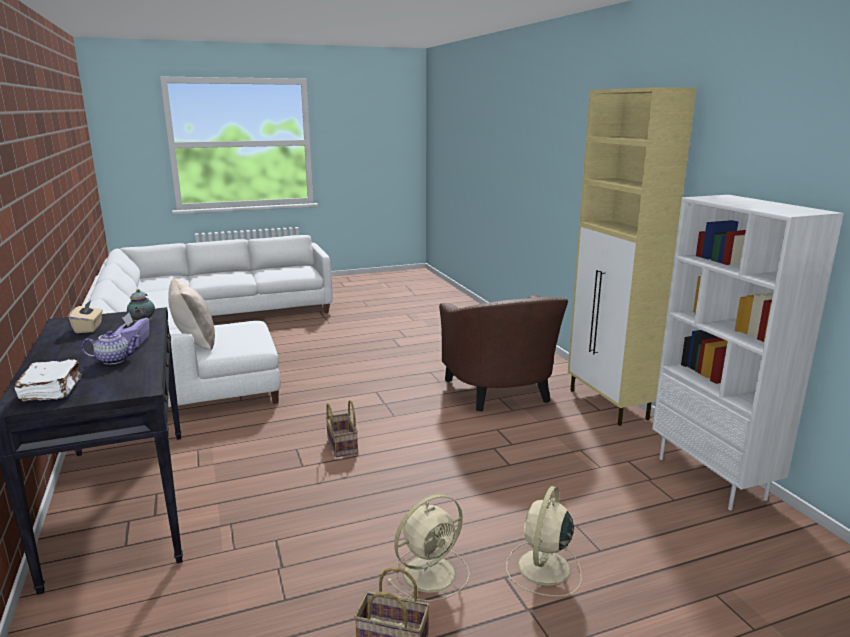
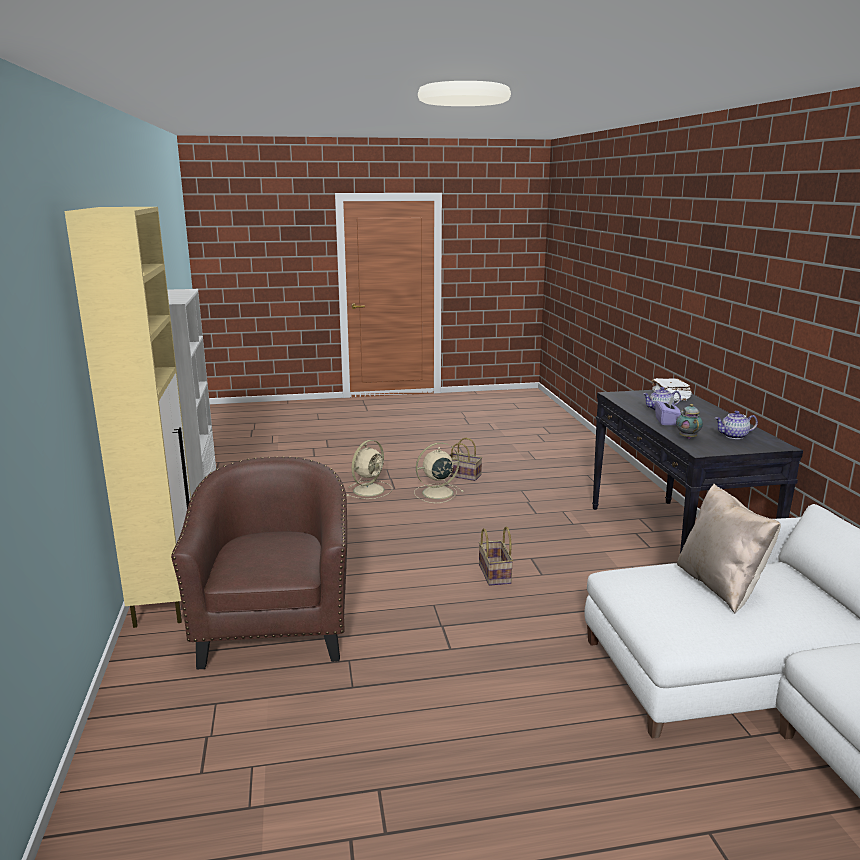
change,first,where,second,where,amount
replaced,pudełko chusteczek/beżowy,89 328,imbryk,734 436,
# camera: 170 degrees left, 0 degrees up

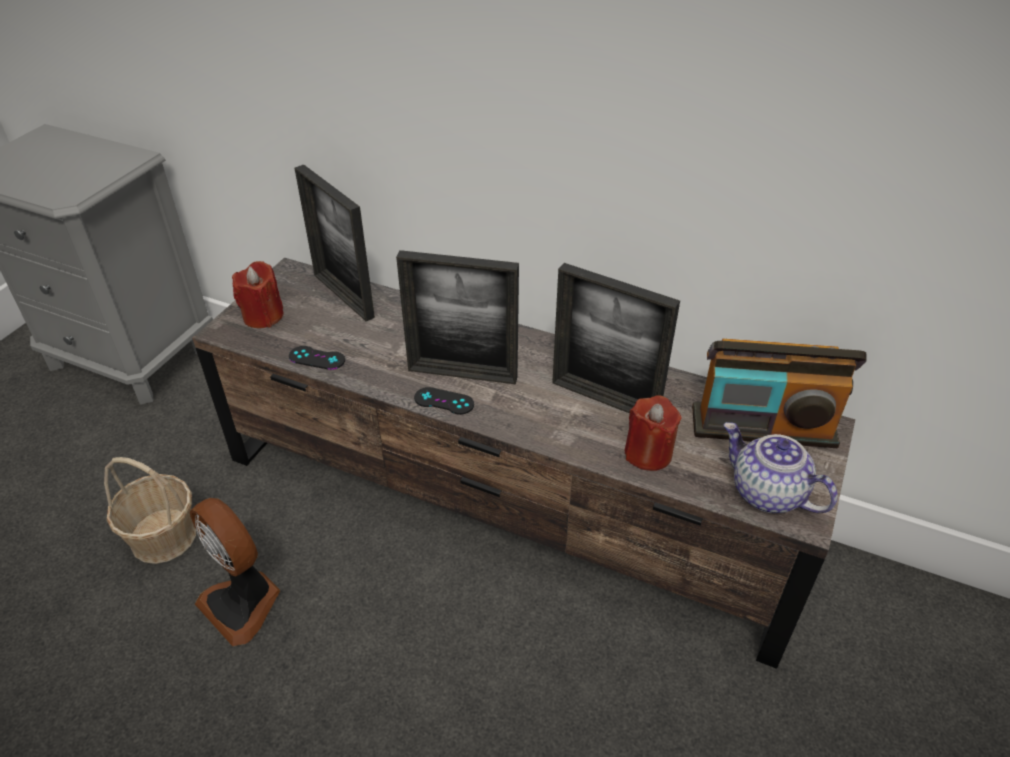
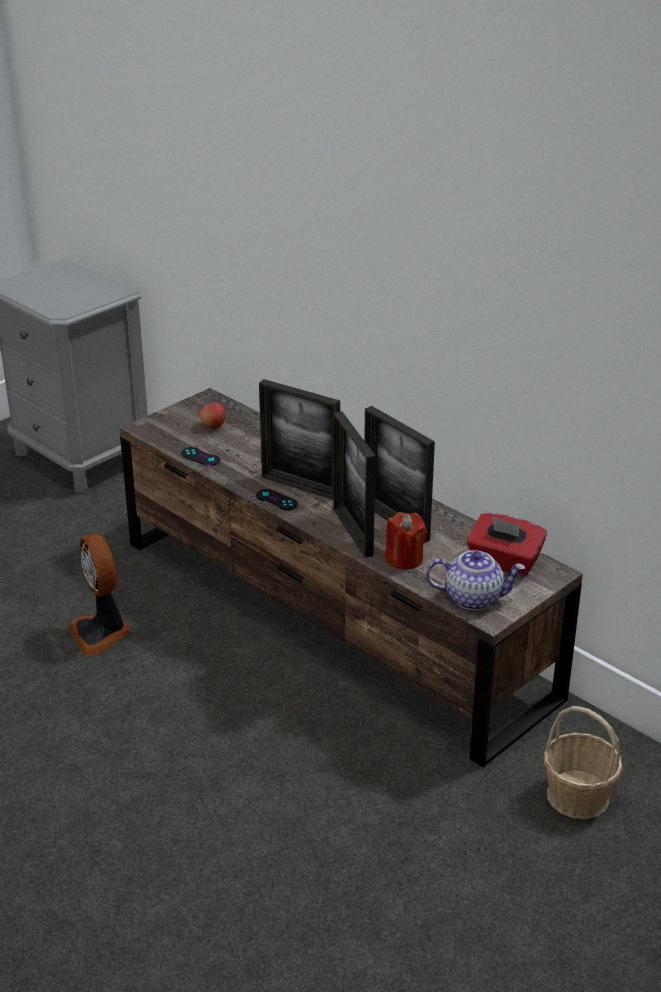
change,first,where,second,where,amount
removed,świeca/czerwony,263 316,,,
added,,,jabłko,213 426,
moved,koszyk,163 536,,577 795,
moved,ramka na zdjęcie,343 296,,352 532,
replaced,radio,763 427,pudełko chusteczek/czerwony,504 562,
turned,imbryk,766 493,,474 598,120 degrees clockwise
# camera: 20 degrees right, 10 degrees down

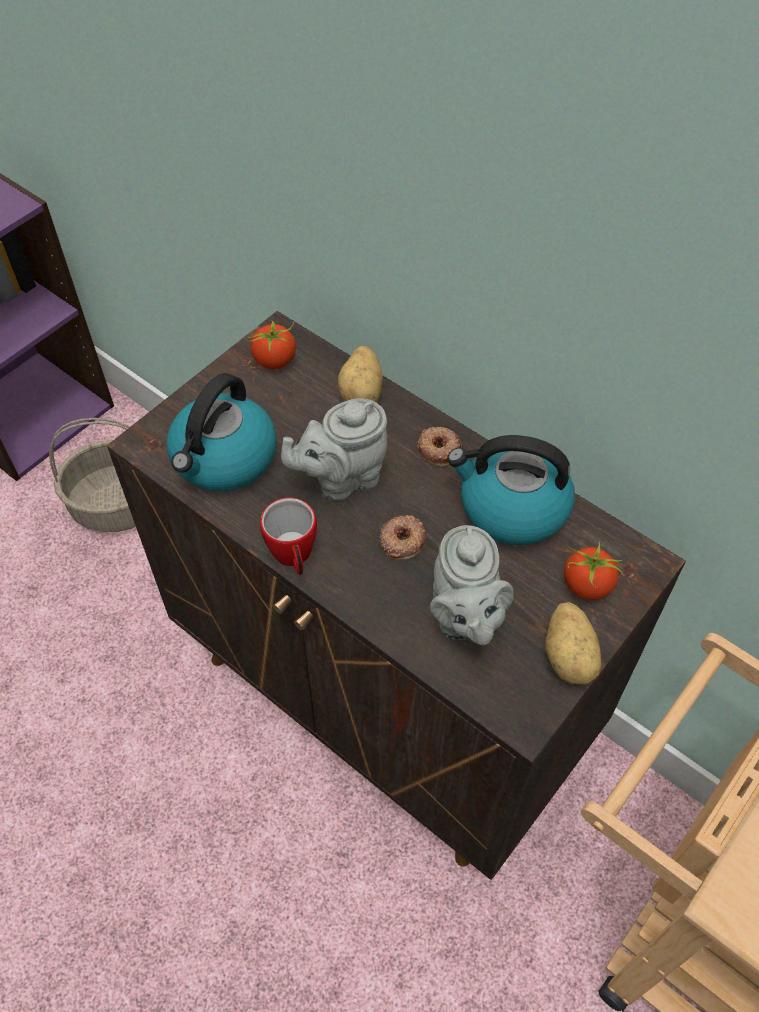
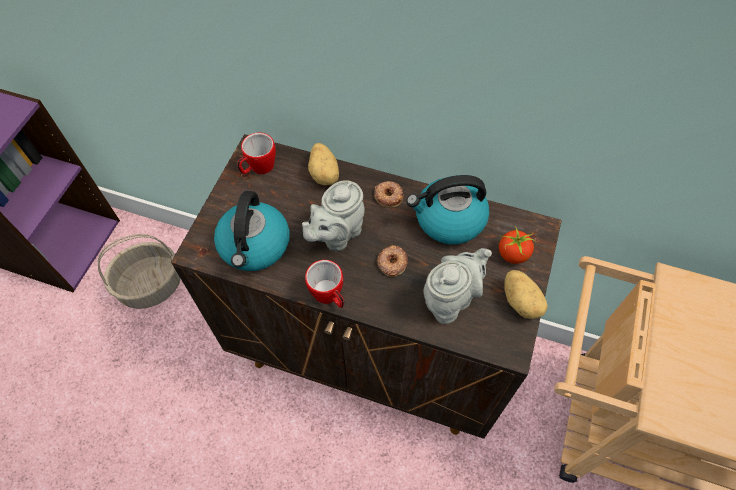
change,first,where,second,where,amount
replaced,pomidor,275 360,kubek,258 168,
turned,imbryk/szary,464 618,,451 299,105 degrees counterclockwise
# camera: 20 degrees left, 5 degrees up

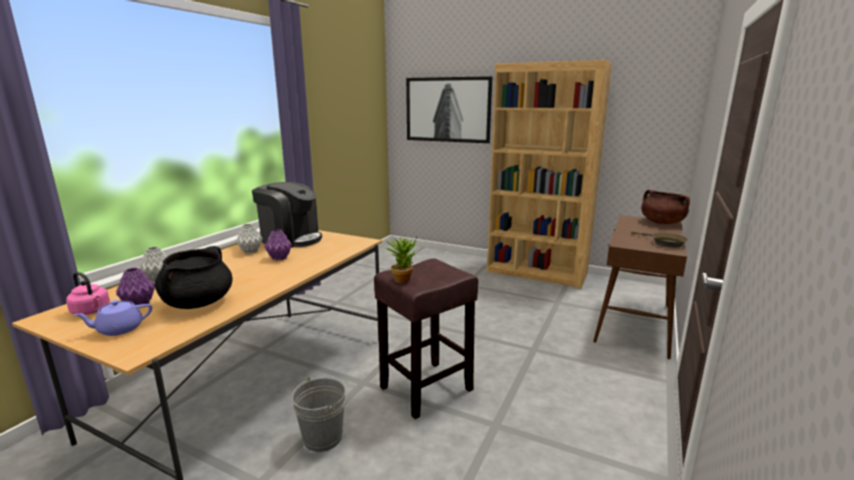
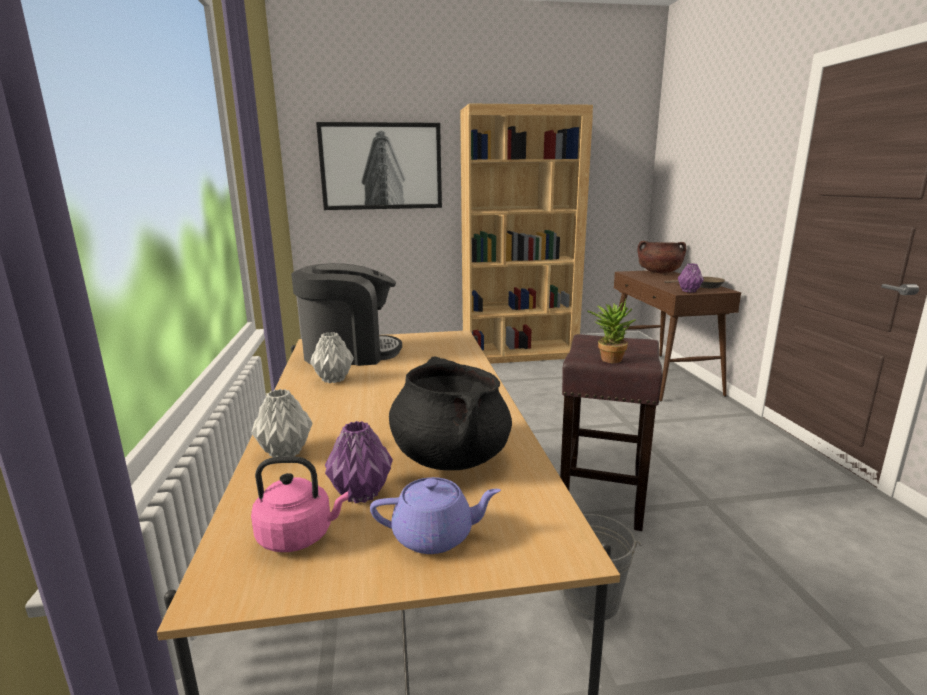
change,first,where,second,where,amount
moved,wazon/fioletowy,280 258,,689 291,
turned,imbryk/fioletowy,119 329,,435 536,120 degrees counterclockwise
# camera: 35 degrees left, 0 degrees up

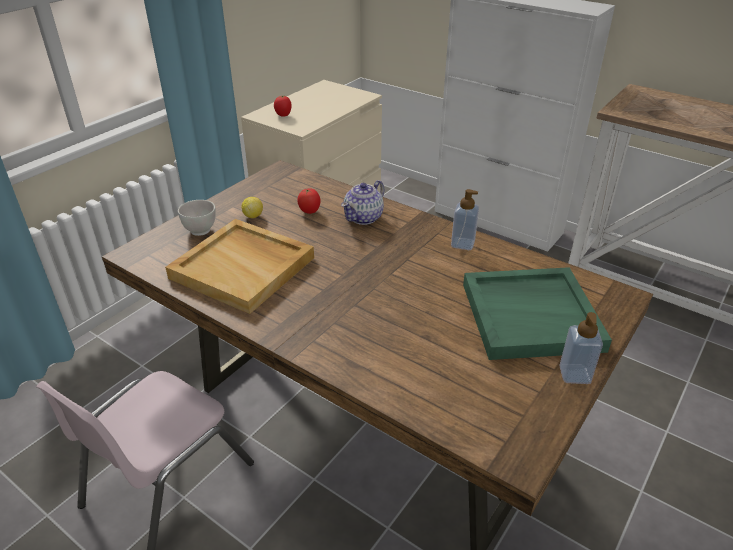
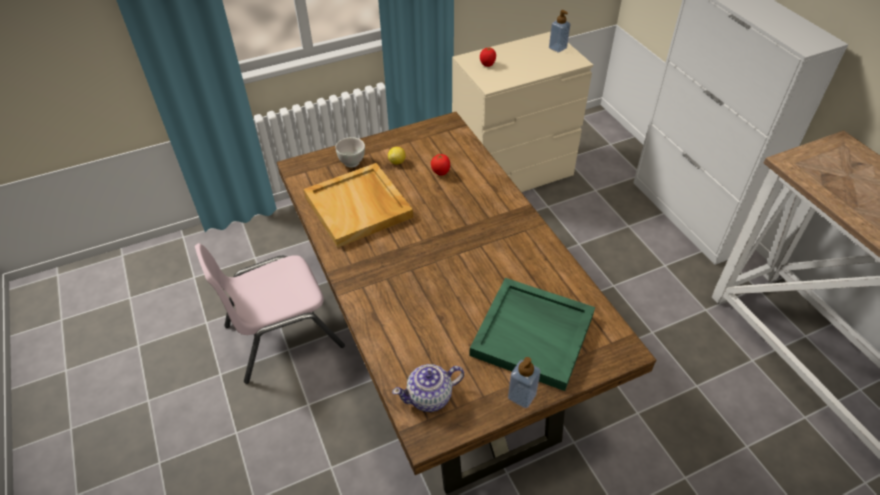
change,first,where,second,where,amount
moved,imbryk,364 217,,430 397,
moved,dozownik mydła,462 244,,557 48,
# camera: 30 degrees right, 10 degrees up

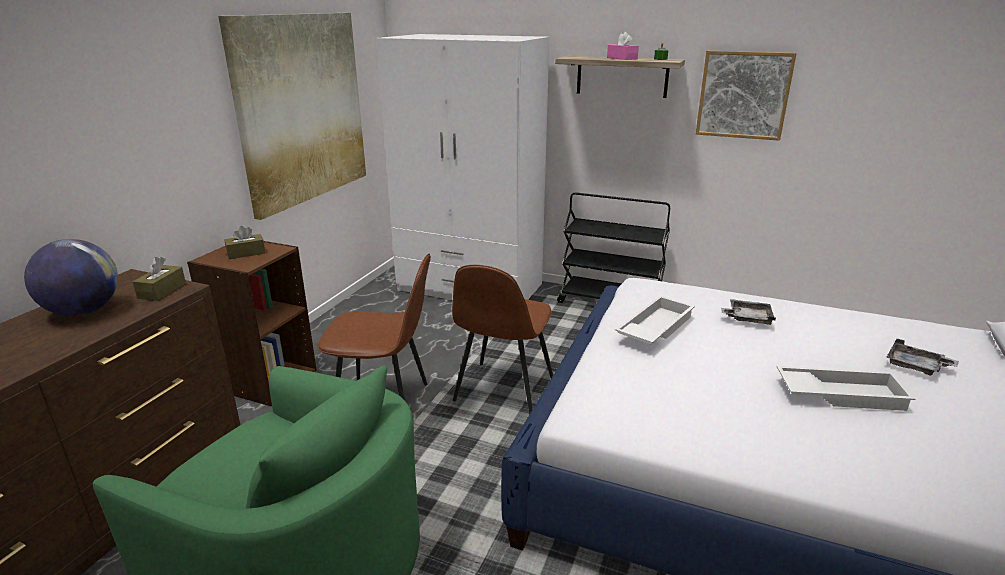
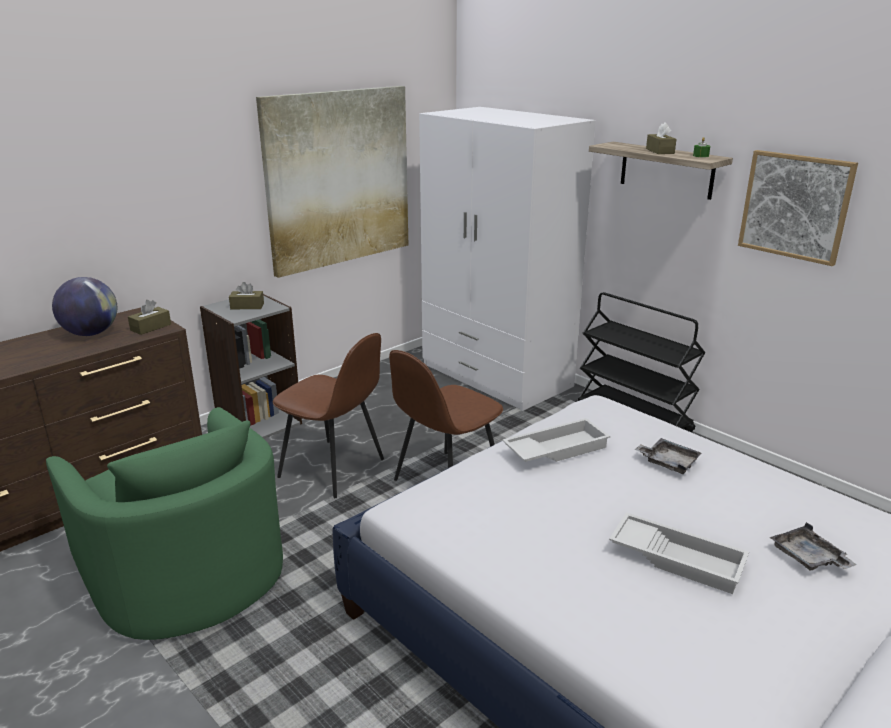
change,first,where,second,where,amount
recoloured,regał/brązowy,267 380,regał/szary,259 422,
recoloured,pudełko chusteczek/różowy,622 58,pudełko chusteczek/brązowy,660 151,
# camera: 25 degrees right, 0 degrees up

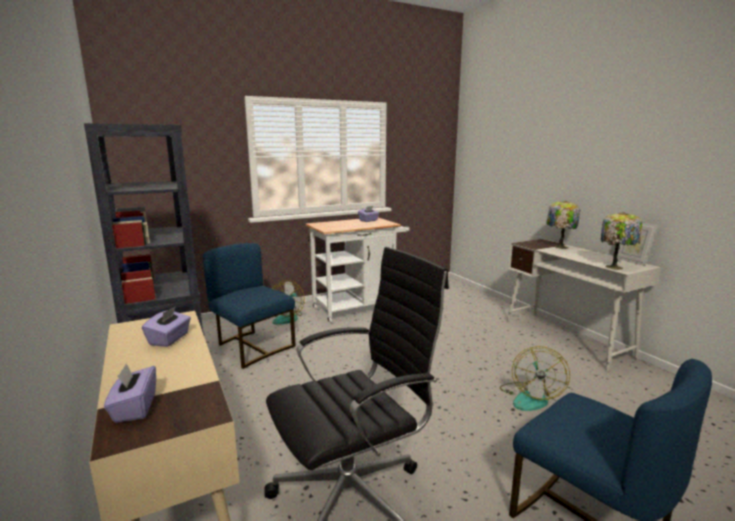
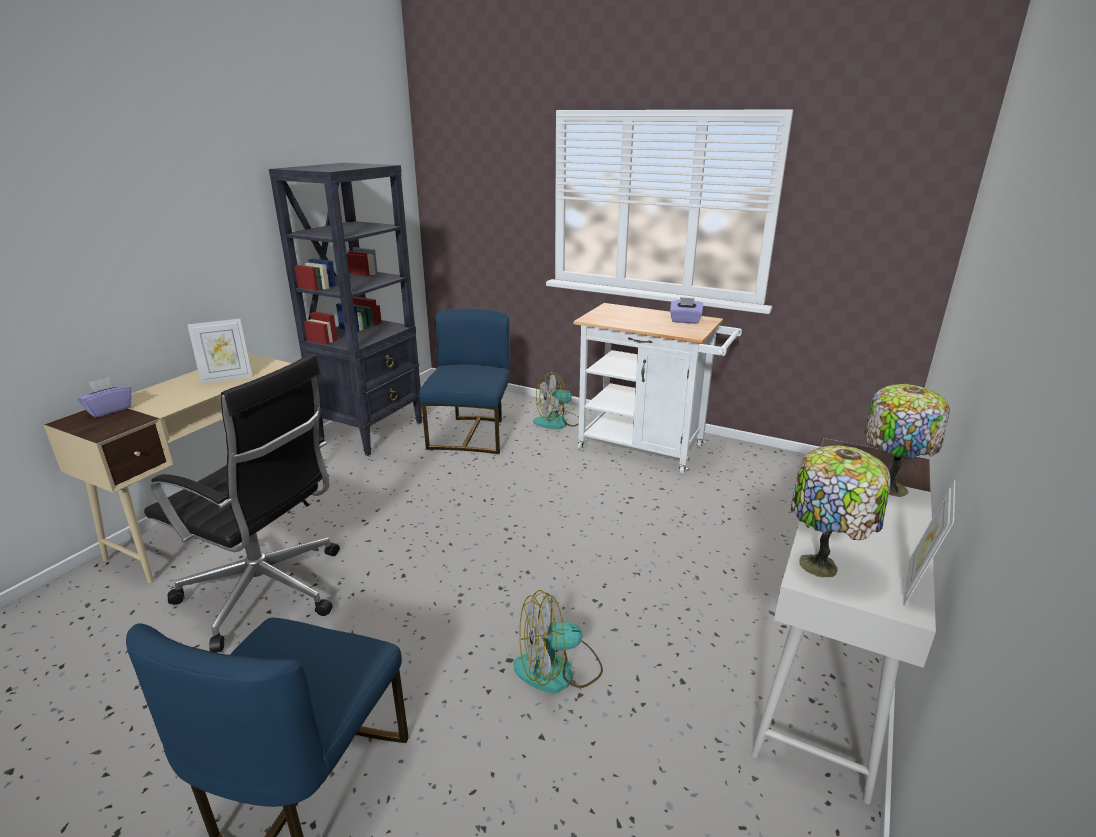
change,first,where,second,where,amount
replaced,pudełko chusteczek/fioletowy,169 339,ramka na zdjęcie,227 378,
# camera: 55 degrees right, 10 degrees up

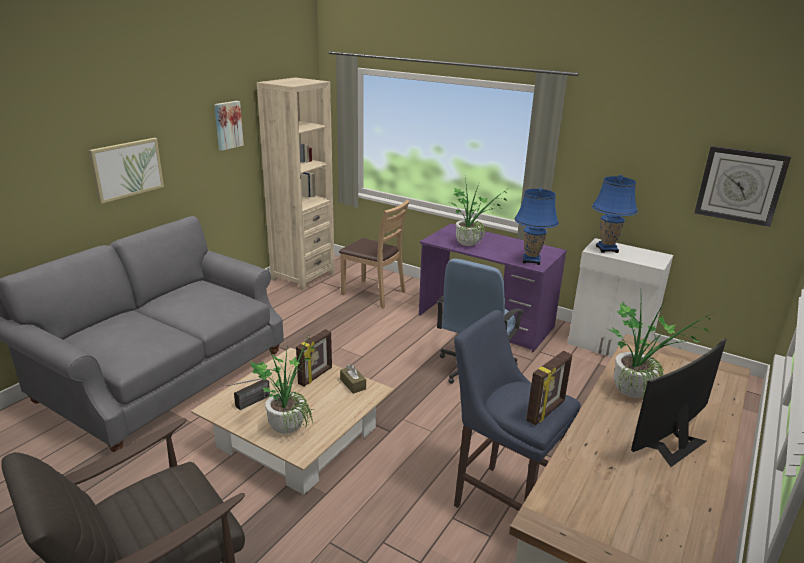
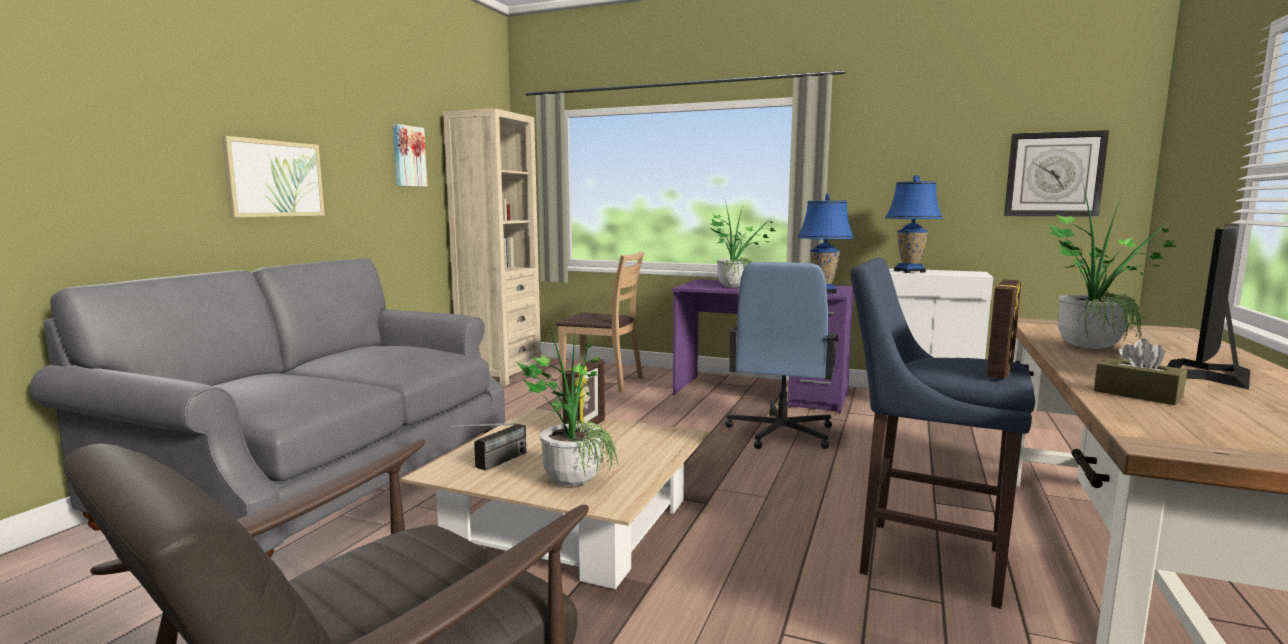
change,first,where,second,where,amount
moved,pudełko chusteczek/brązowy,353 384,,1137 394,
# camera: 10 degrees left, 15 degrees down

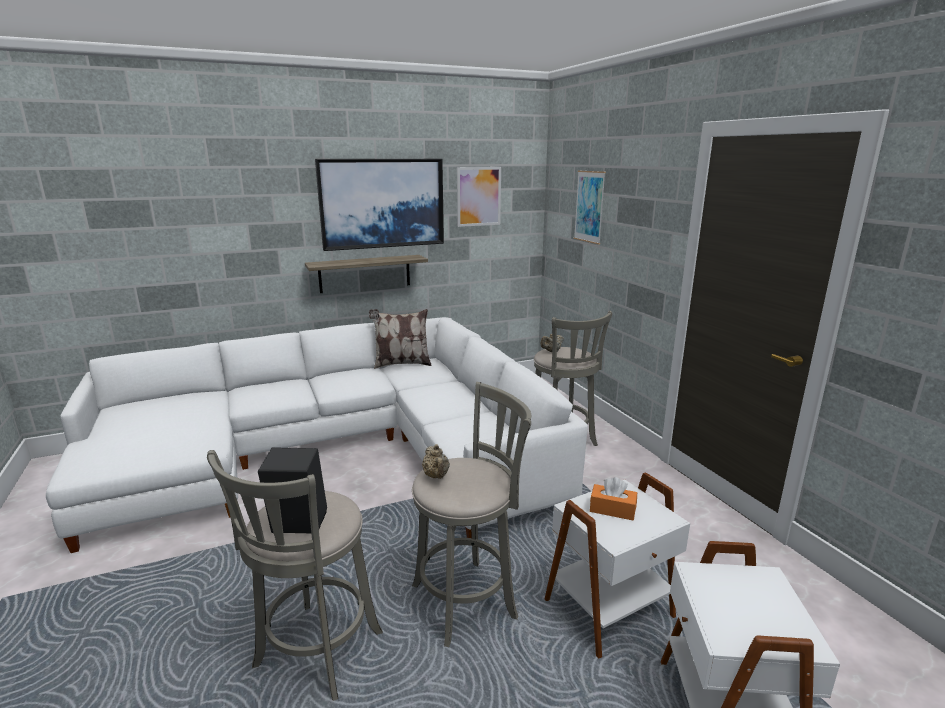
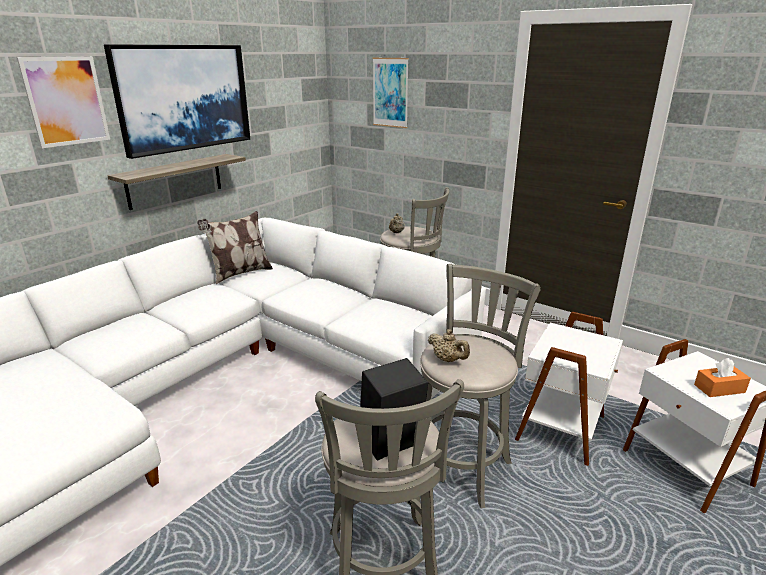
change,first,where,second,where,amount
moved,obraz,478 196,,66 101,
moved,pudełko chusteczek/pomarańczowy,612 509,,719 388,
# camera: 30 degrees left, 5 degrees up

